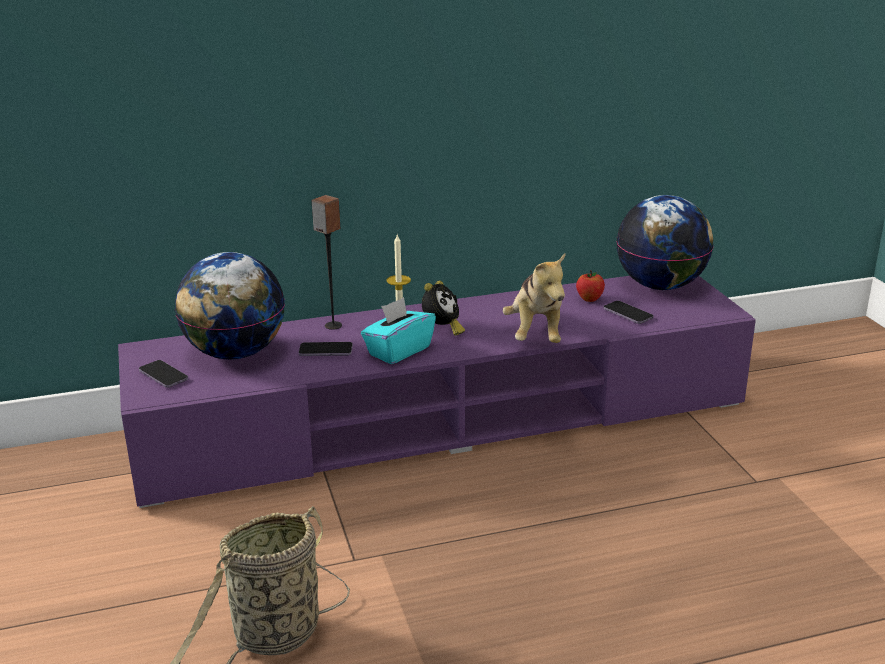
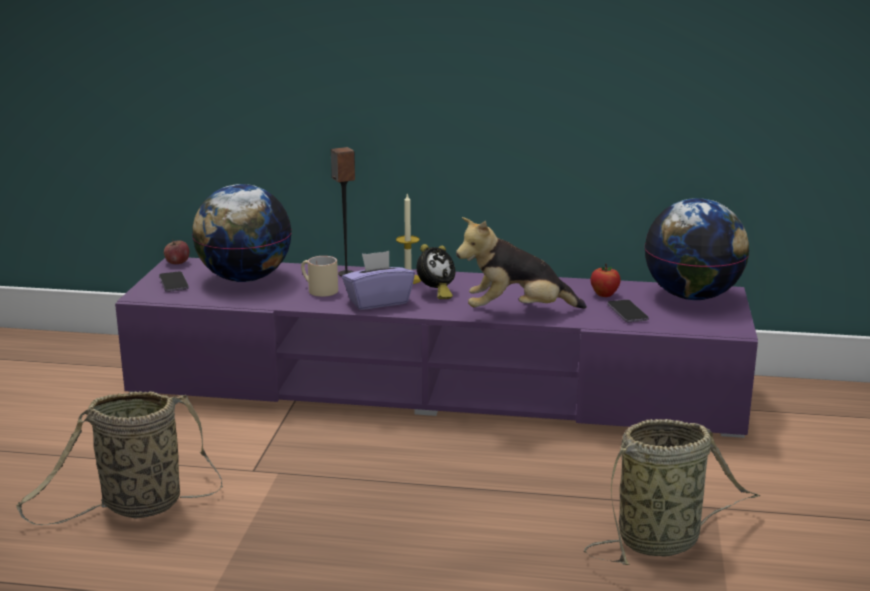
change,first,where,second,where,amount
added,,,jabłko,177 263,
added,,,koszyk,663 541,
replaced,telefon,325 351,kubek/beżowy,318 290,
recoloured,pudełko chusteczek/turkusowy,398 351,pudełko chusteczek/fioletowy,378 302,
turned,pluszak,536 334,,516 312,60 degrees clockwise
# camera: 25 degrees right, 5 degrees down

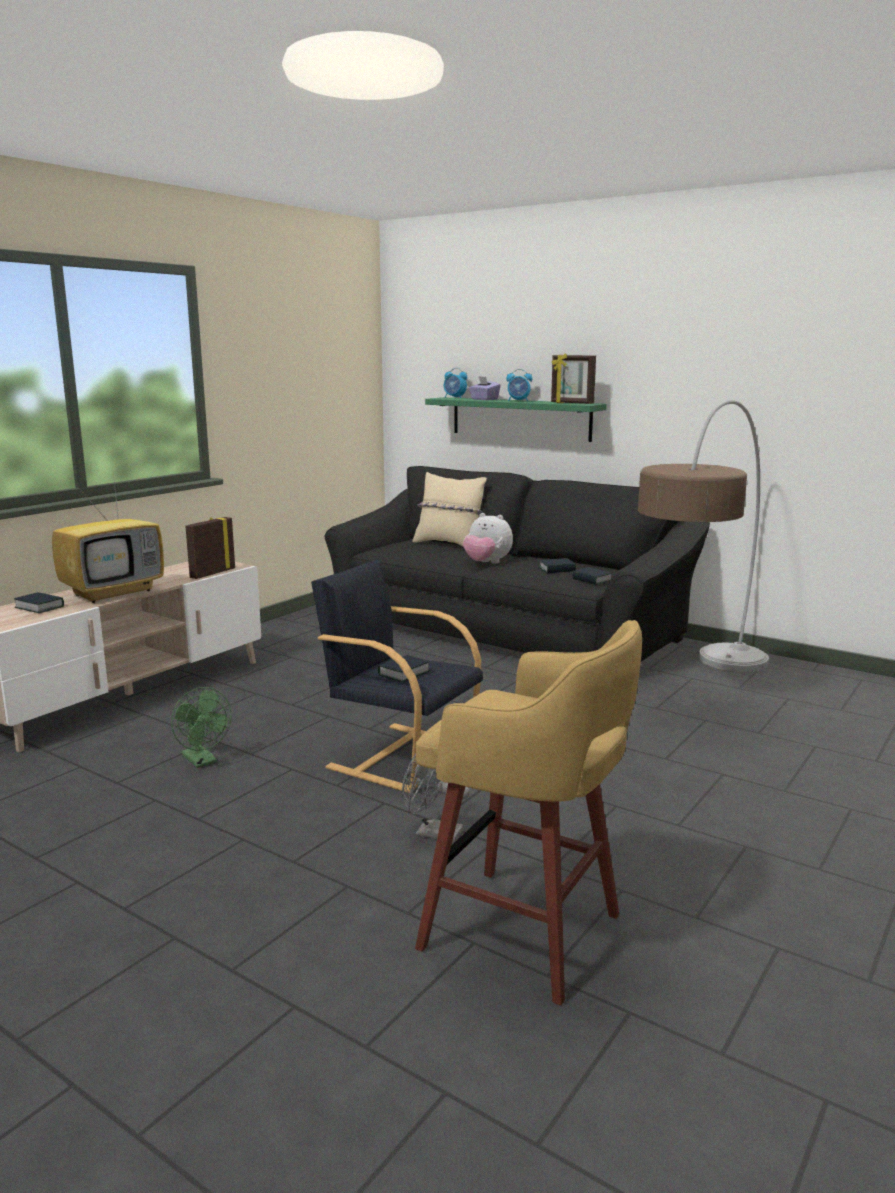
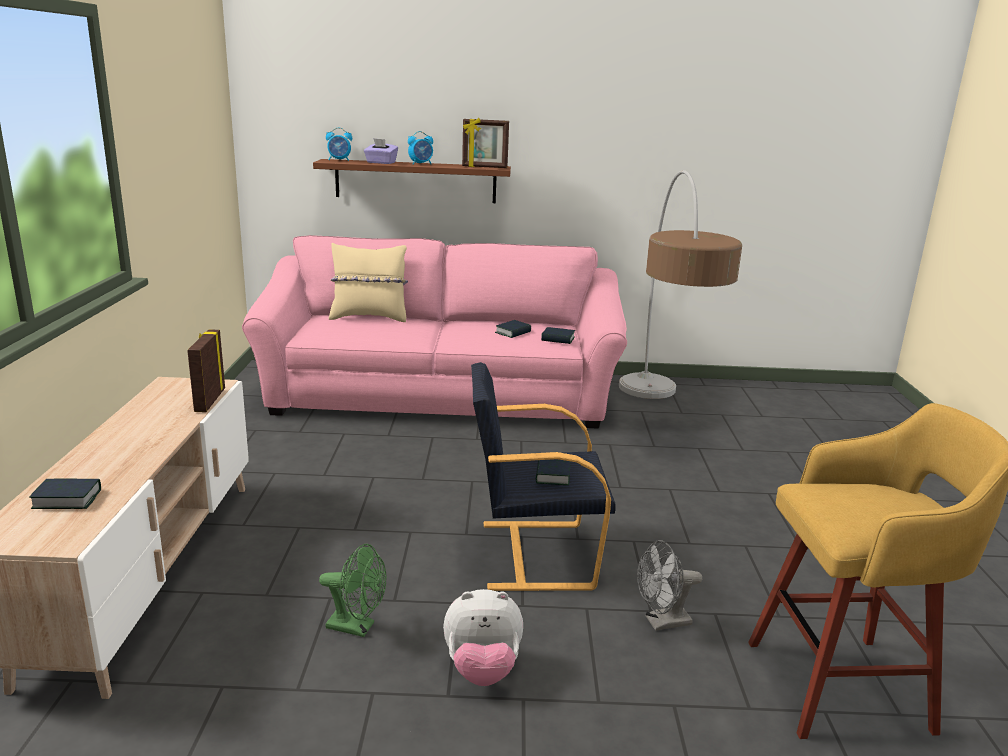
change,first,where,second,where,amount
removed,telewizor,114 592,,,
moved,pluszak,486 563,,482 670,
recoloured,kanapa/czarny,504 630,kanapa/różowy,440 395,
recoloured,półka/zielony,520 418,półka/brązowy,415 181,
# camera: 35 degrees left, 5 degrees up

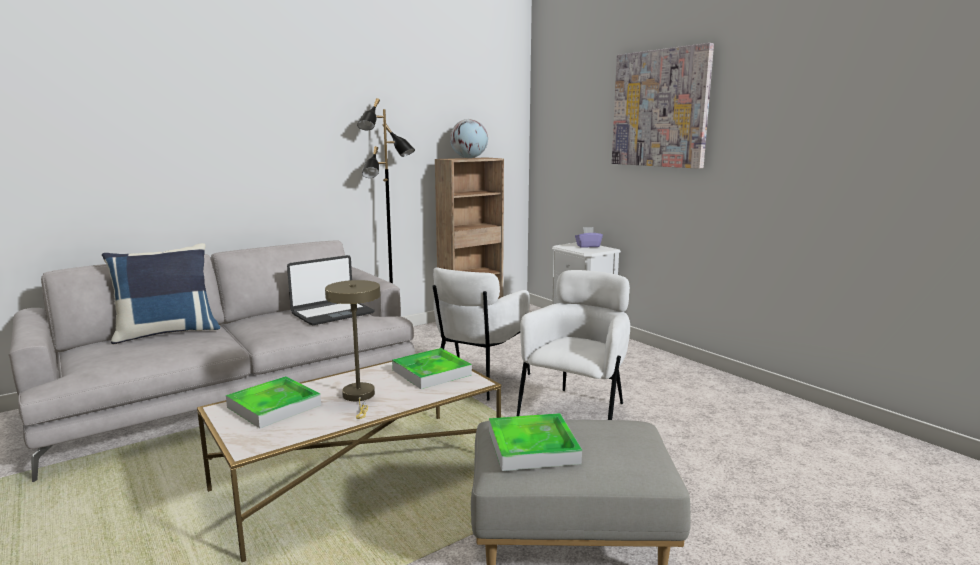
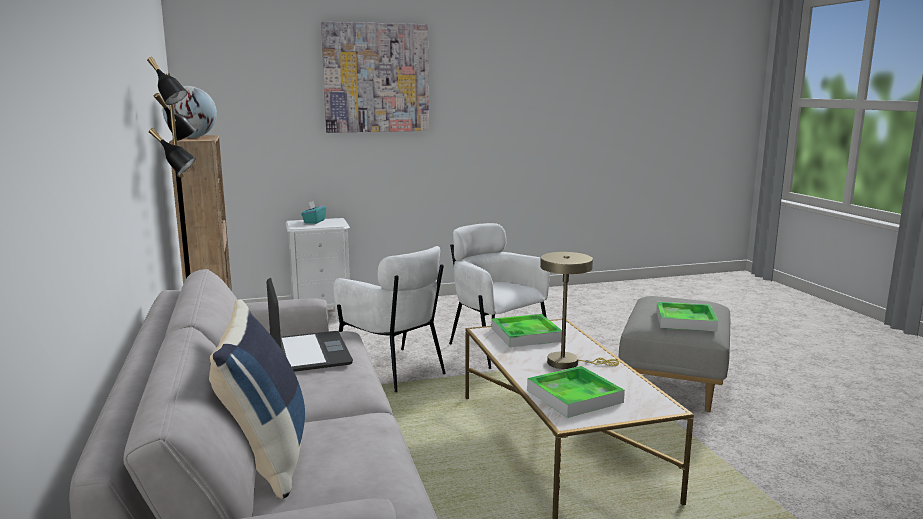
change,first,where,second,where,amount
recoloured,pudełko chusteczek/fioletowy,588 246,pudełko chusteczek/turkusowy,314 221,
# camera: 70 degrees left, 0 degrees up

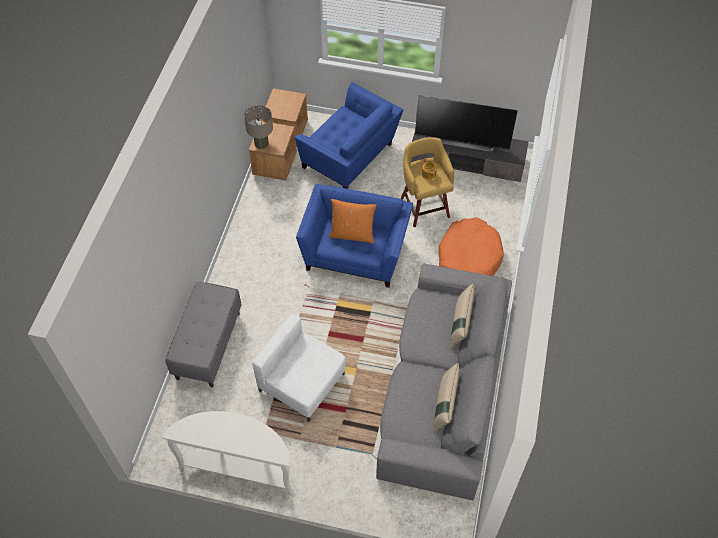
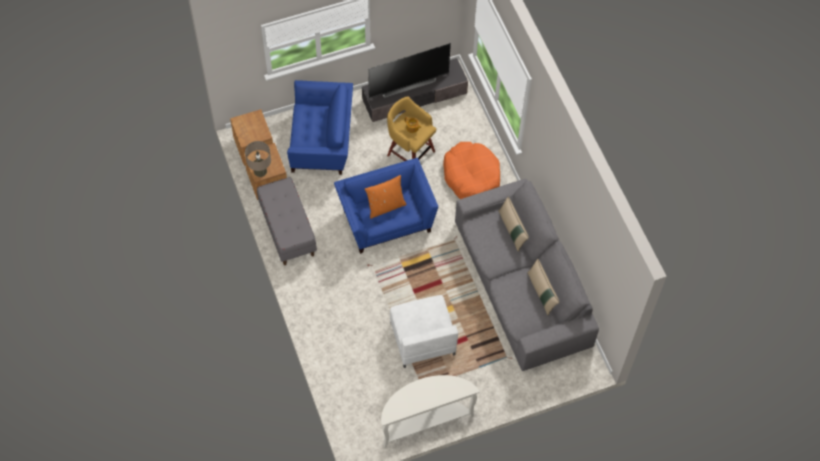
change,first,where,second,where,amount
moved,ławka/szary,208 345,,287 230,
turned,fotel/biały,302 383,,422 338,105 degrees counterclockwise
# camera: 35 degrees left, 5 degrees up

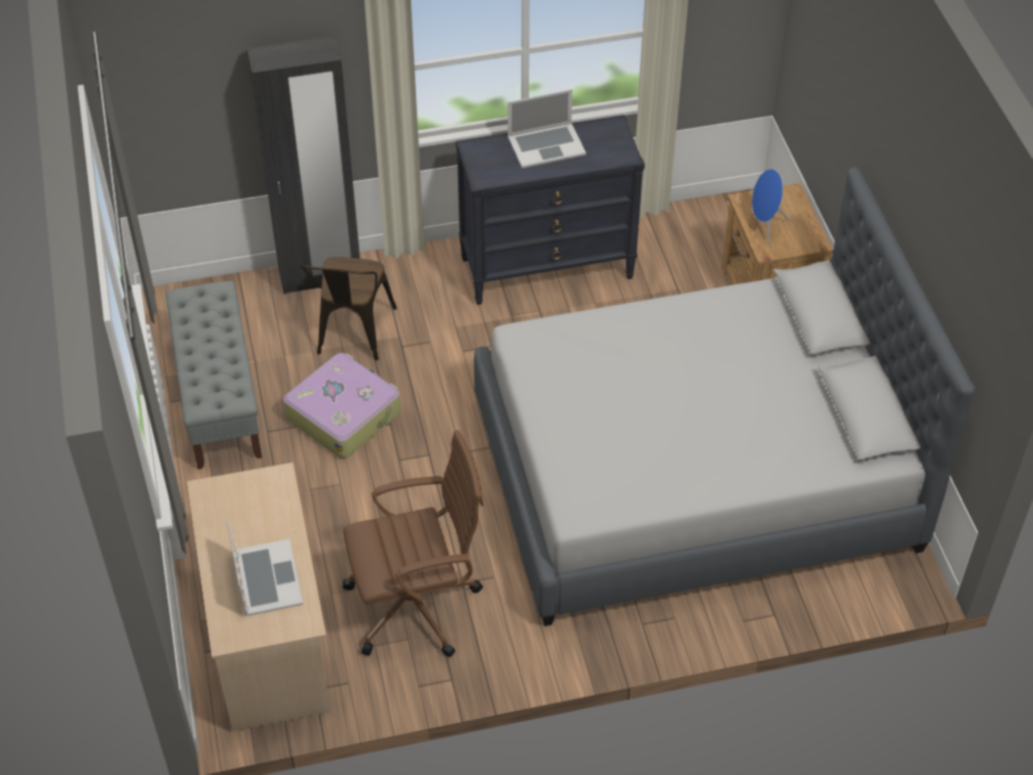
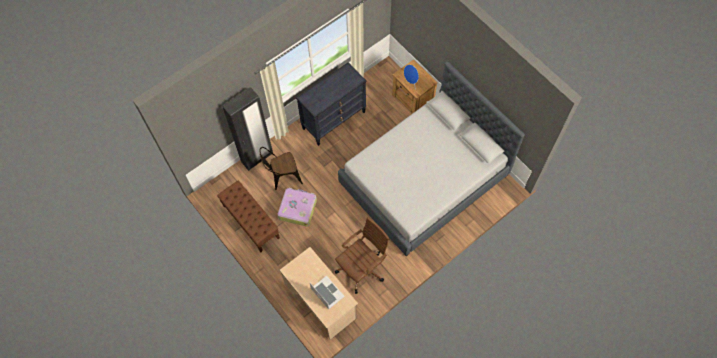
change,first,where,second,where,amount
removed,laptop,546 145,,,
recoloured,ławka/szary,219 397,ławka/brązowy,251 222,
turned,krzesło/brązowy,352 335,,282 177,90 degrees clockwise
# camera: 25 degrees left, 15 degrees up

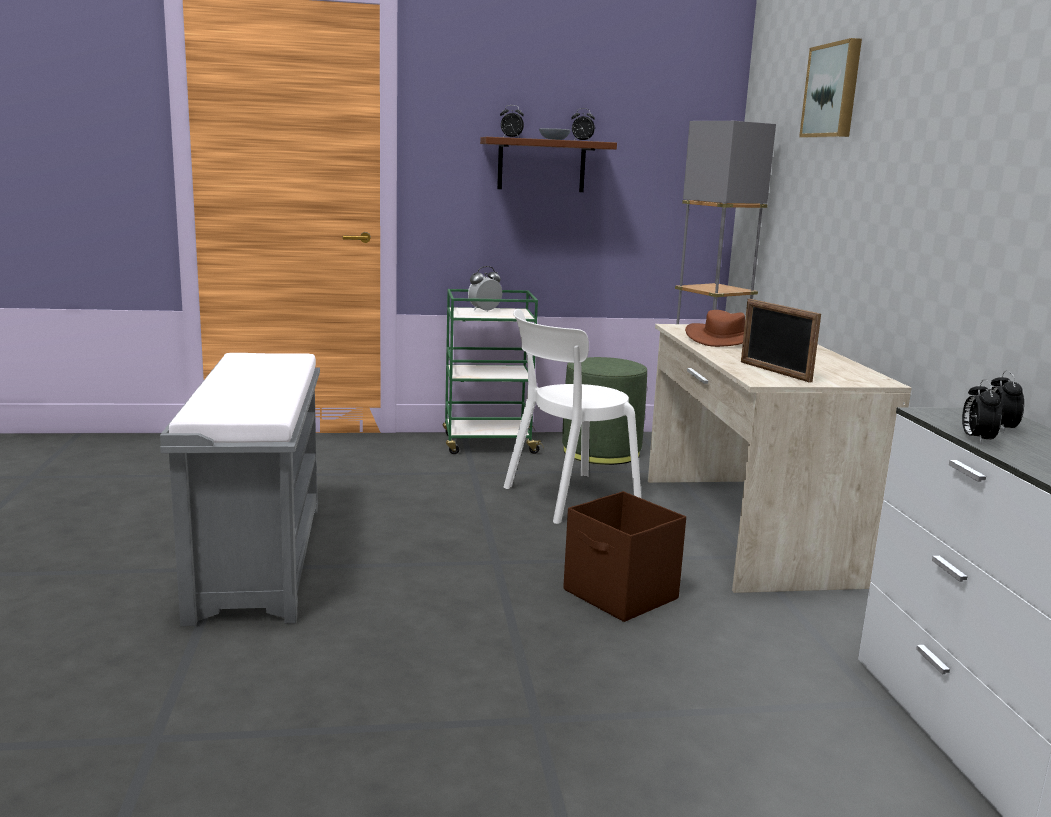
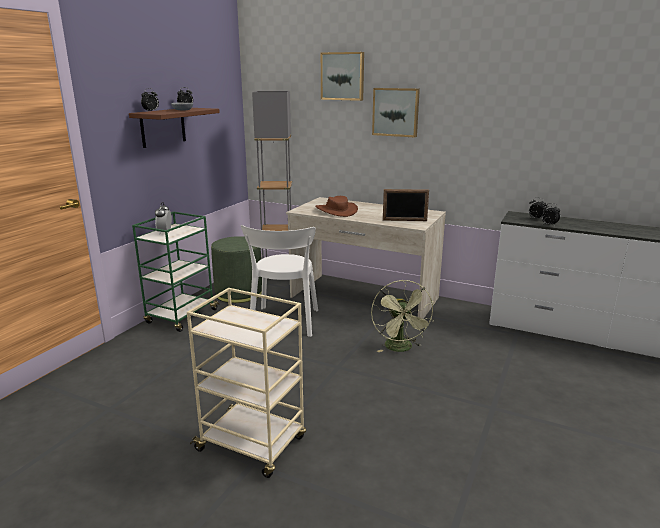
change,first,where,second,where,amount
added,,,obraz,396 112,
replaced,ławka/szary,258 558,wózek/beżowy,252 444,
replaced,pojemnik do przechowywania/brązowy,621 595,wentylator/zielony,401 348,
# camera: 55 degrees left, 5 degrees up

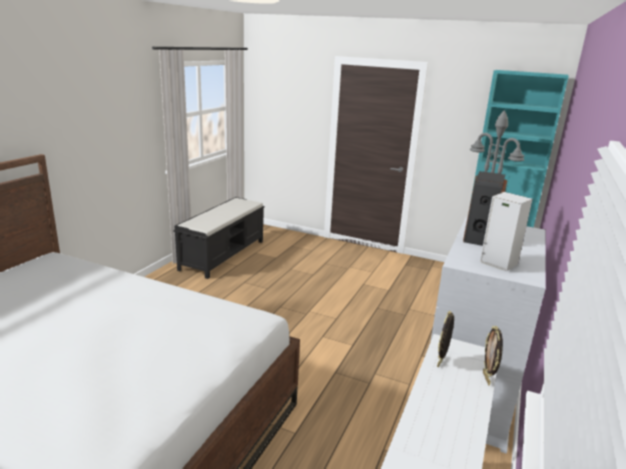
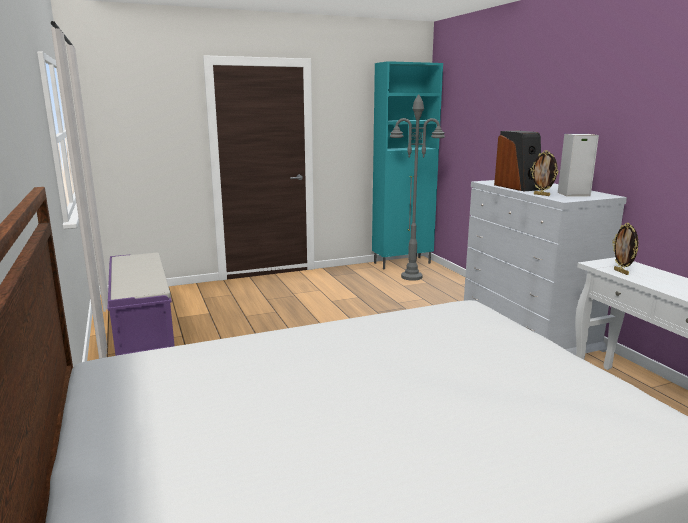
change,first,where,second,where,amount
moved,ramka na zdjęcie,487 378,,542 195,
recoloured,ławka/czarny,223 254,ławka/fioletowy,143 333,
# camera: 45 degrees left, 5 degrees down

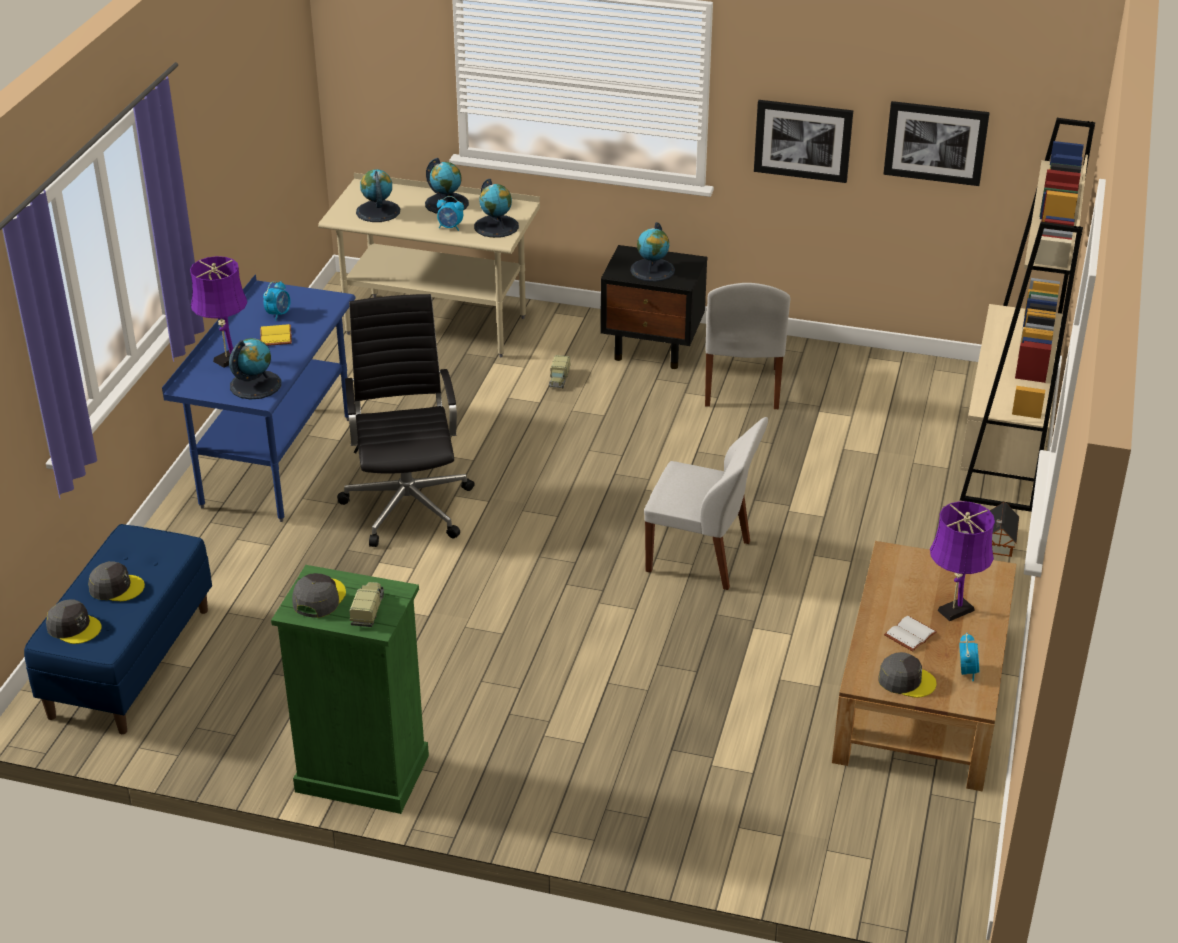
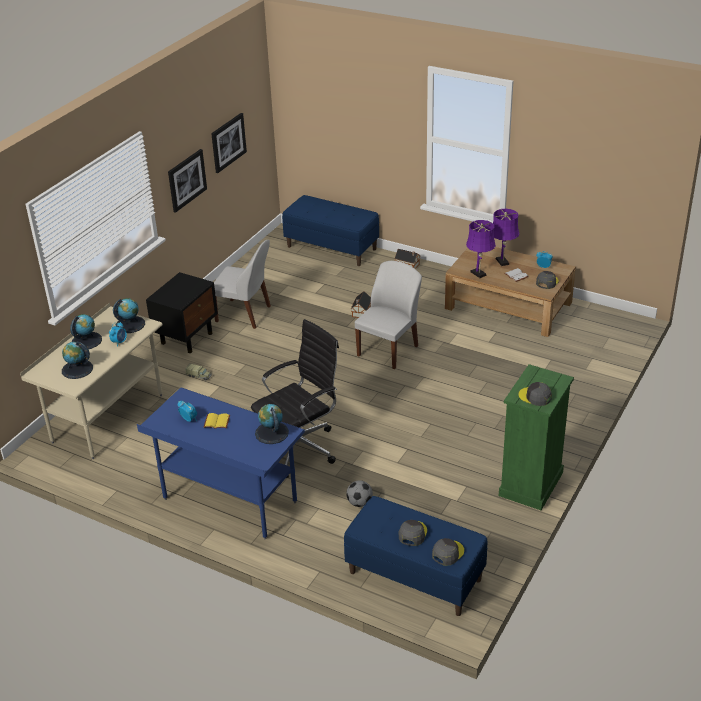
change,first,where,second,where,amount
removed,ciężarówka zabawkowa,368 610,,,
removed,globus,652 270,,,
added,,,piłka futbolowa,359 503,
added,,,domek,361 312,
moved,lampa stołowa/fioletowy,227 360,,479 274,
replaced,regał/beżowy,1005 443,ławka/niebieski,332 248,
turned,krzesło biurowe/czarny,408 504,,300 447,135 degrees clockwise
# camera: 75 degrees left, 0 degrees up

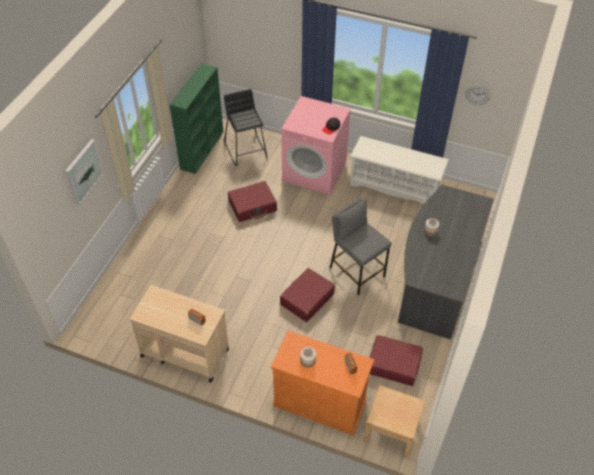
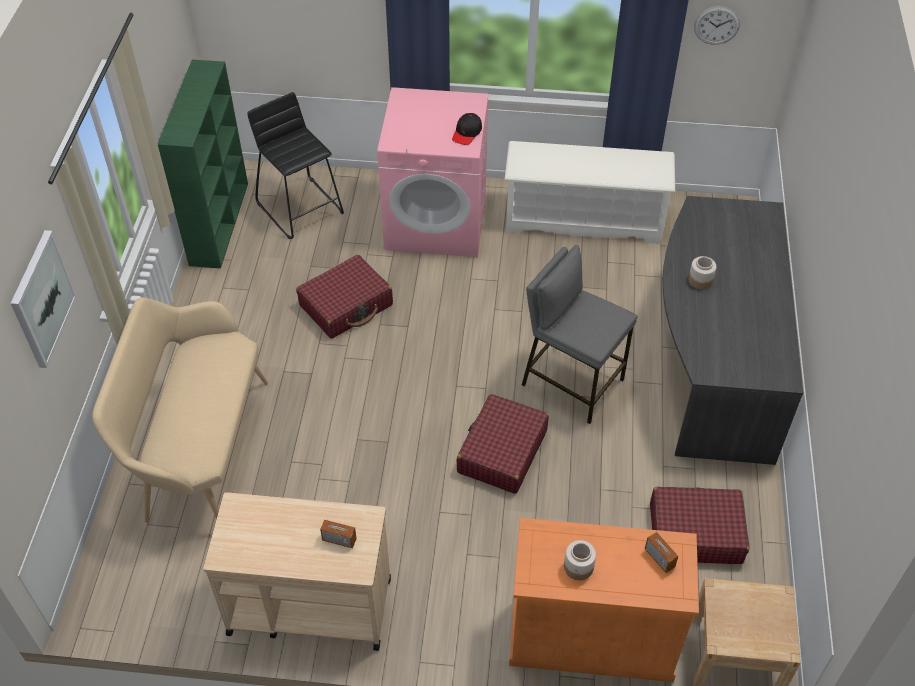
change,first,where,second,where,amount
added,,,ławka/beżowy,200 451,
# camera: 15 degrees left, 0 degrees up

